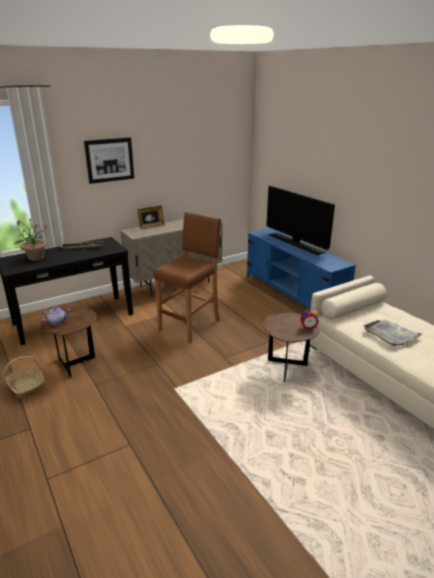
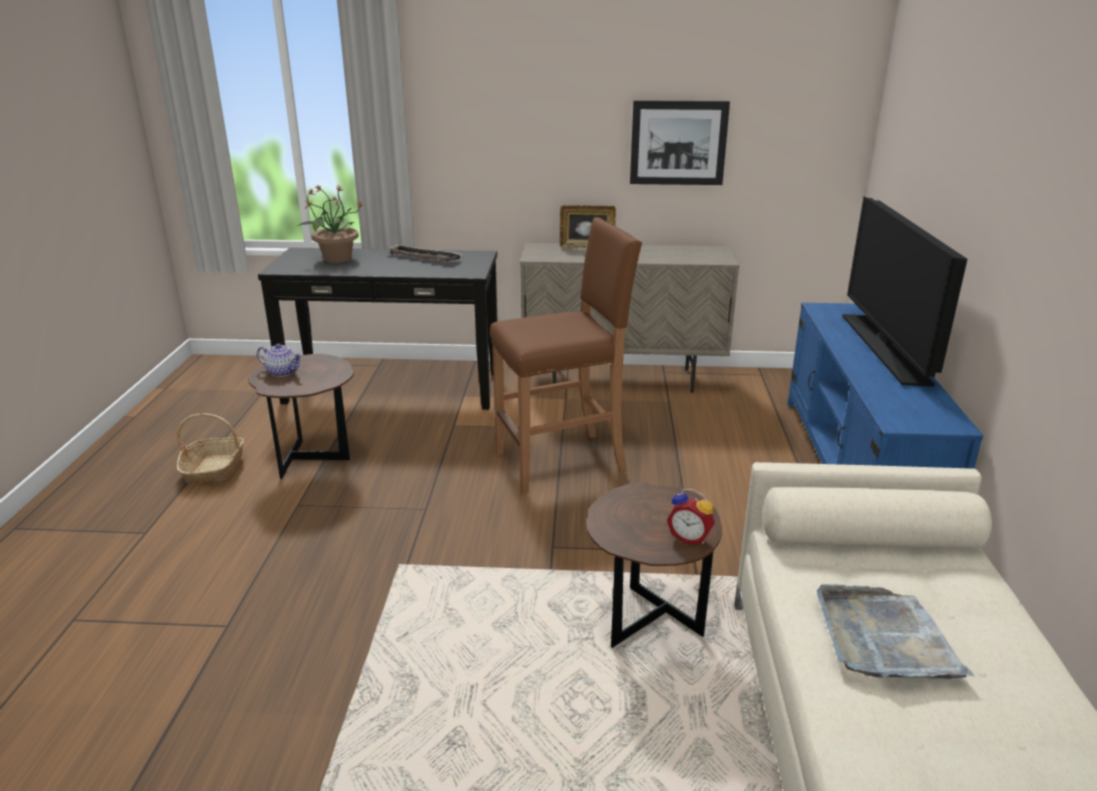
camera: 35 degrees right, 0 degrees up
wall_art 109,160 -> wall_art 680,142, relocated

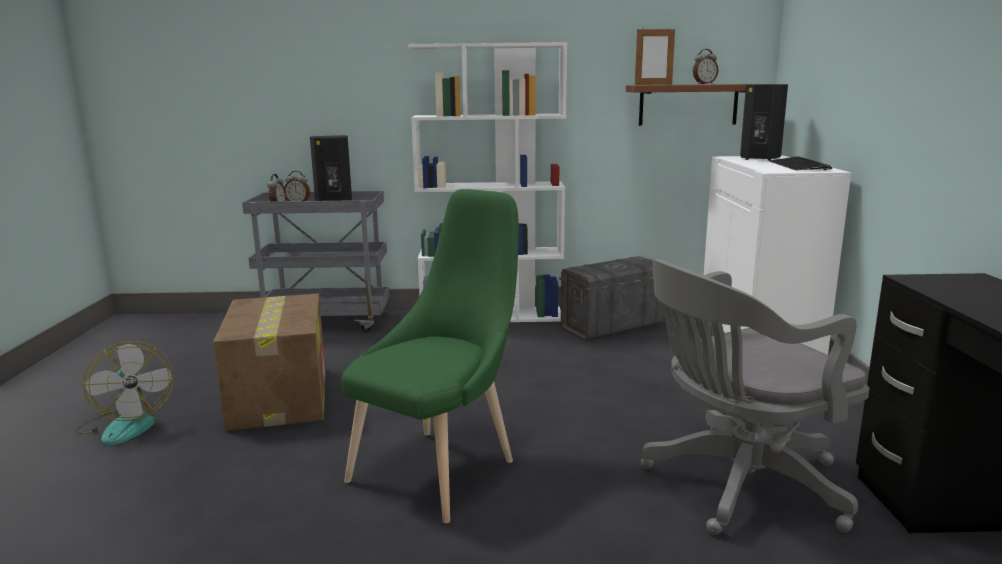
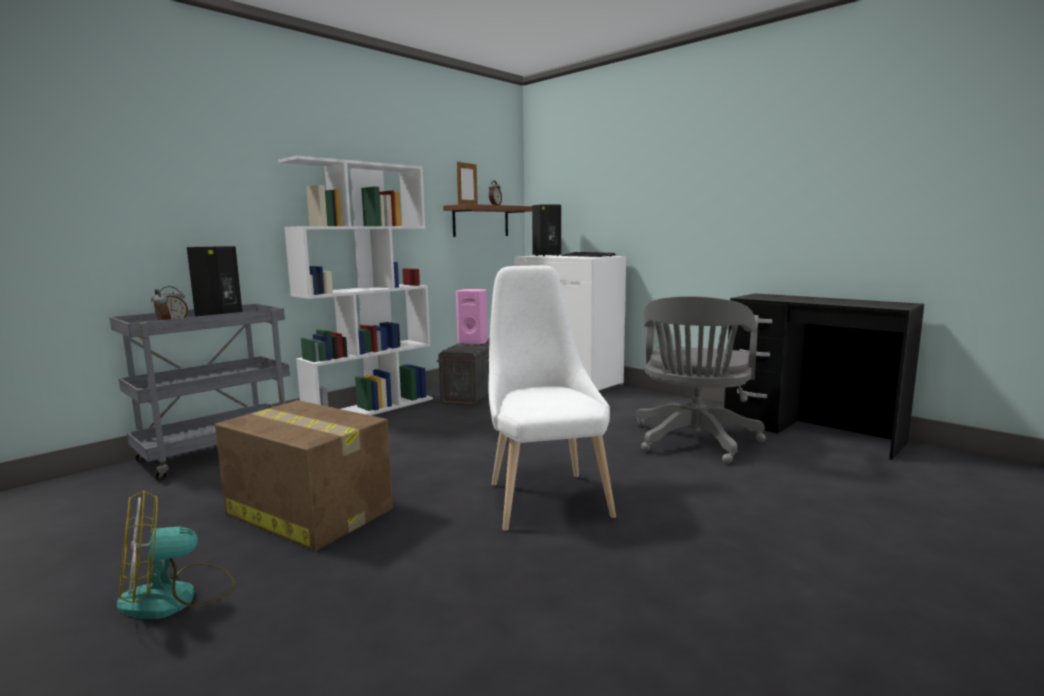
camera: 45 degrees left, 5 degrees down
green_chair 430,356 -> white_chair 552,398
electric_fan 124,393 -> electric_fan 176,554, 135 degrees clockwise
none -> pink_audio_speaker 472,317

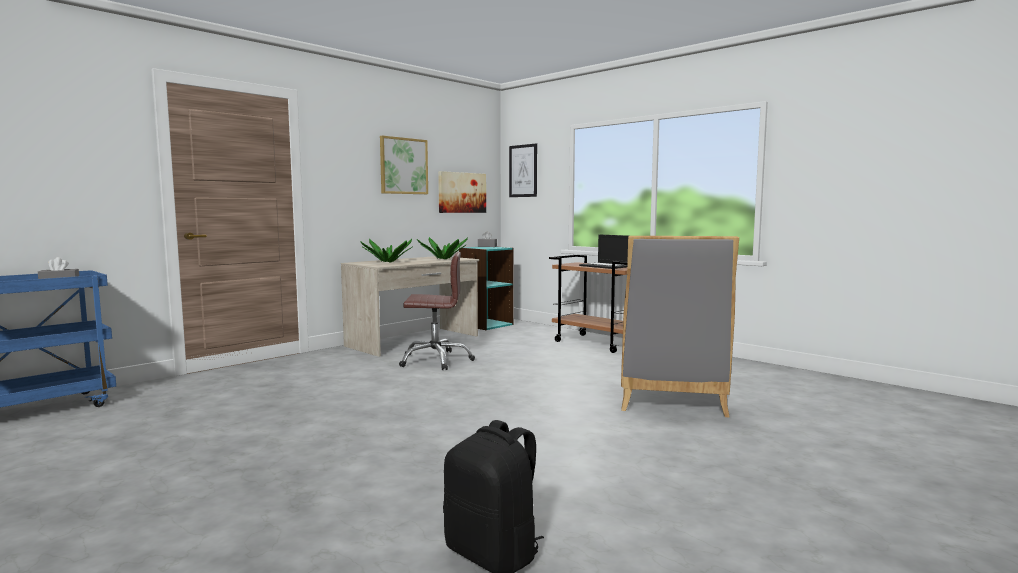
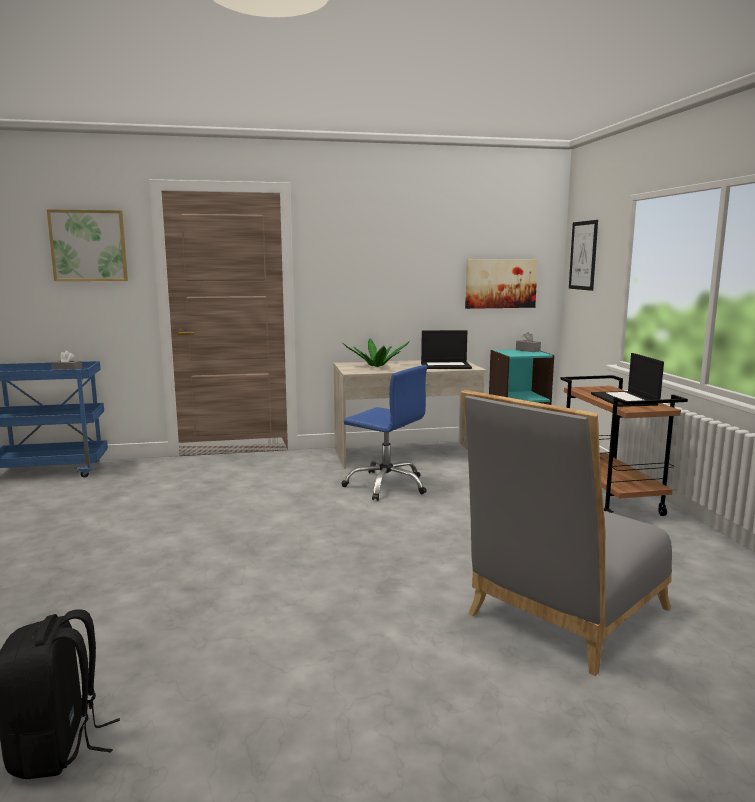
camera: 35 degrees right, 5 degrees up
wall_art 404,165 -> wall_art 87,245, relocated
potted_plant 442,248 -> laptop 446,349
brown-coloured_desk_chair 437,311 -> blue_desk_chair 384,433

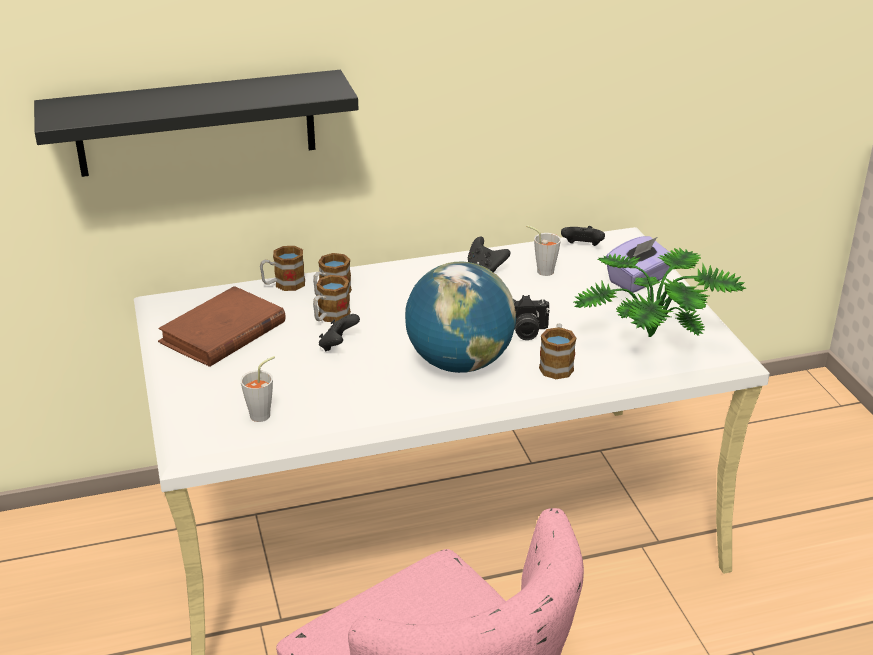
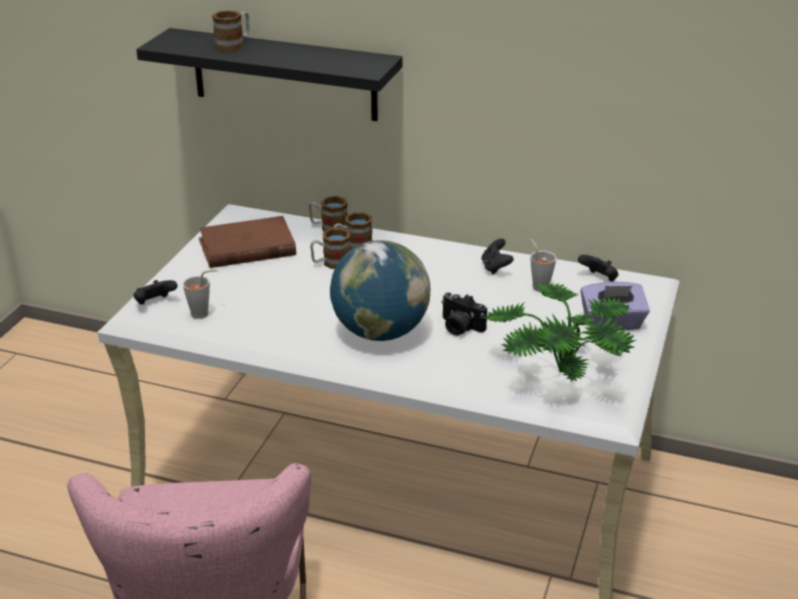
camera: 35 degrees right, 0 degrees up
black_gamepad 339,333 -> black_gamepad 156,292, relocated
tea_mug 557,351 -> tea_mug 230,30, relocated

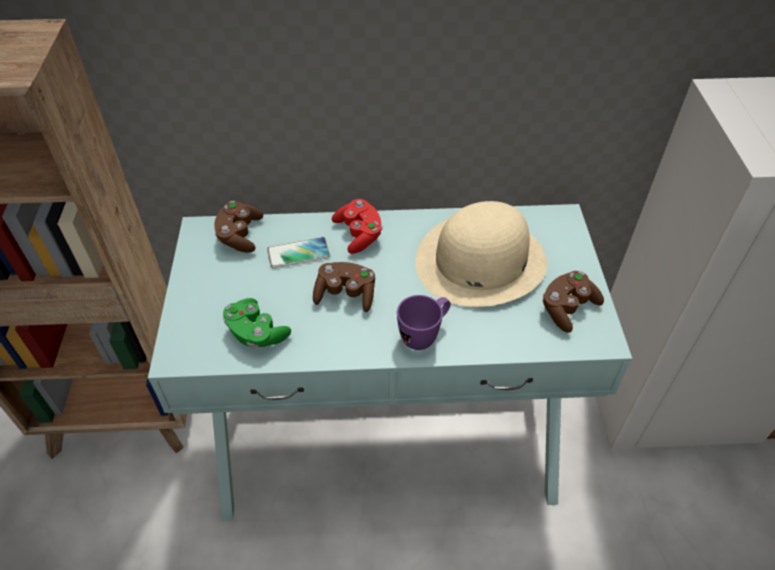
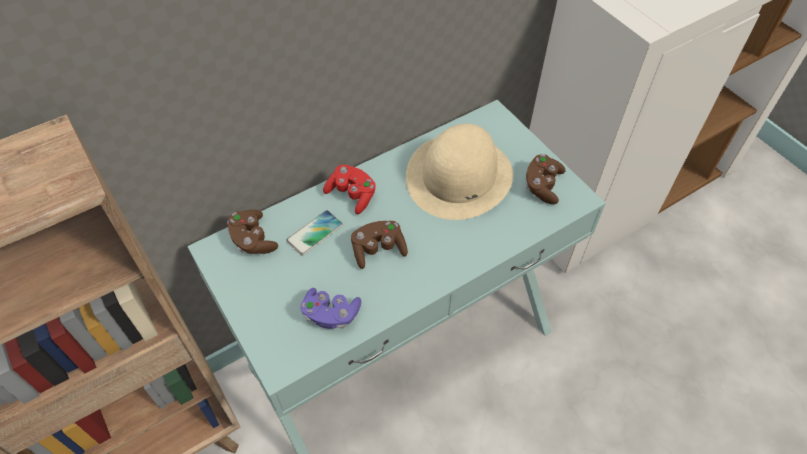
camera: 30 degrees left, 5 degrees up
purple_tea_mug 424,322 -> none
green_gamepad 257,323 -> purple_gamepad 330,308

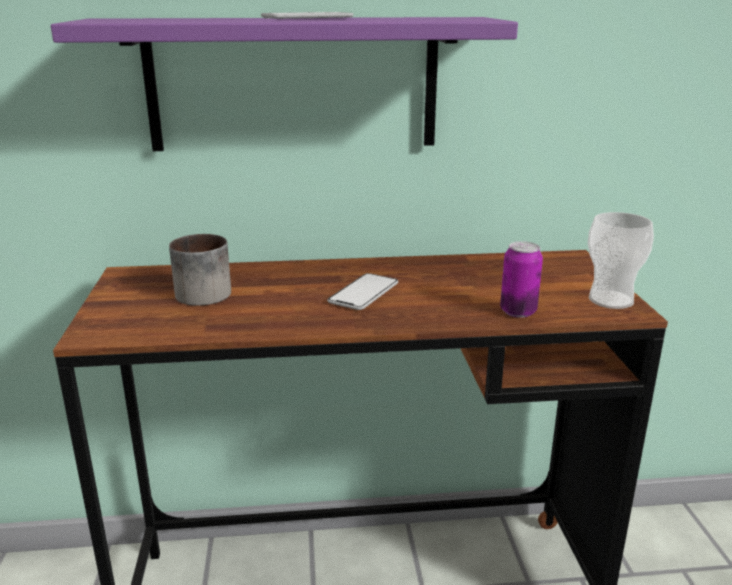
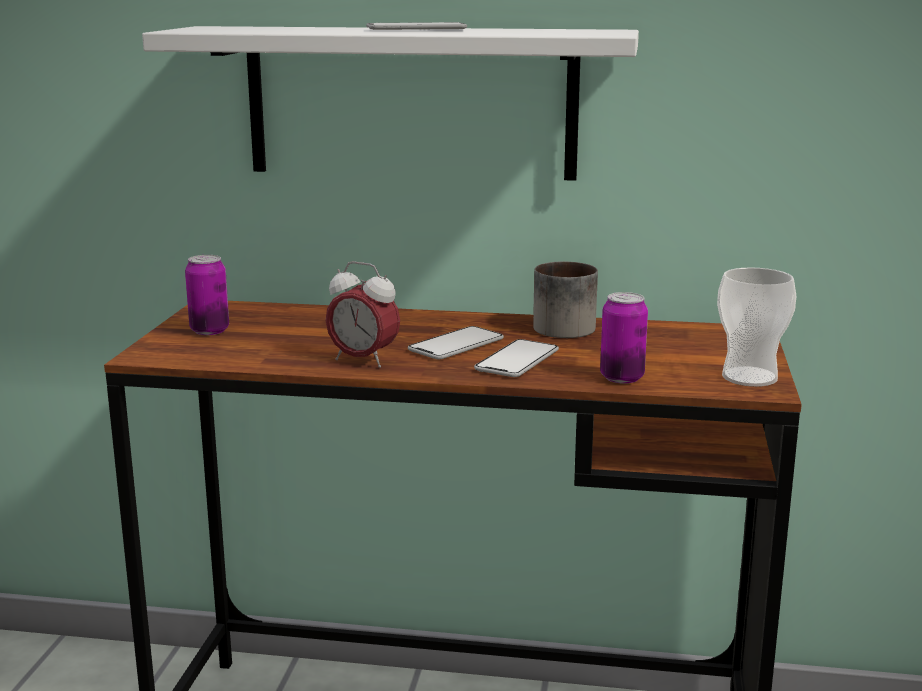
camera: 15 degrees right, 5 degrees down
purple_wall_shelf 284,84 -> white_wall_shelf 390,103
tea_mug 200,270 -> tea_mug 565,300, relocated
none -> can 207,295
none -> bedside_clock 362,314
none -> handset 516,358

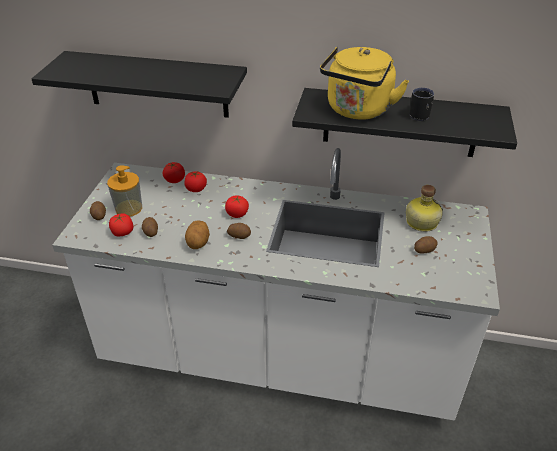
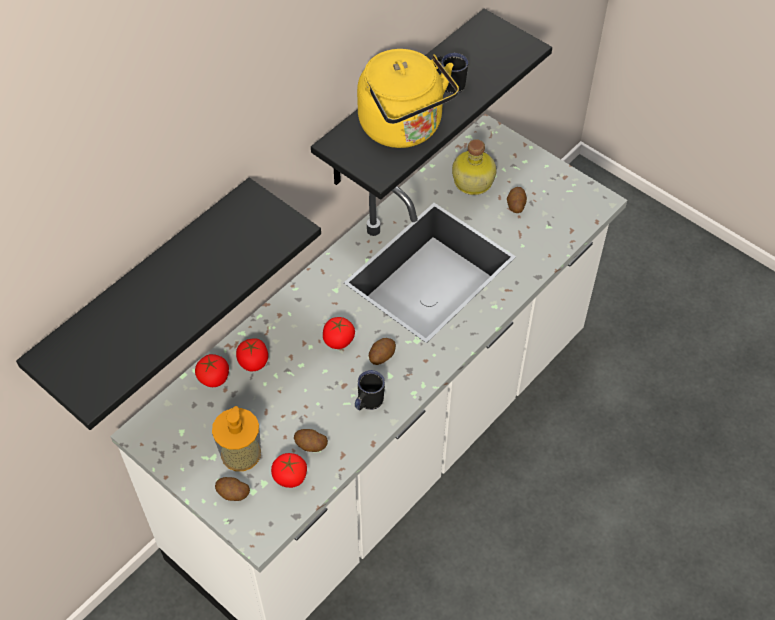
camera: 60 degrees left, 15 degrees up
potato 197,234 -> black_tea_mug 370,390

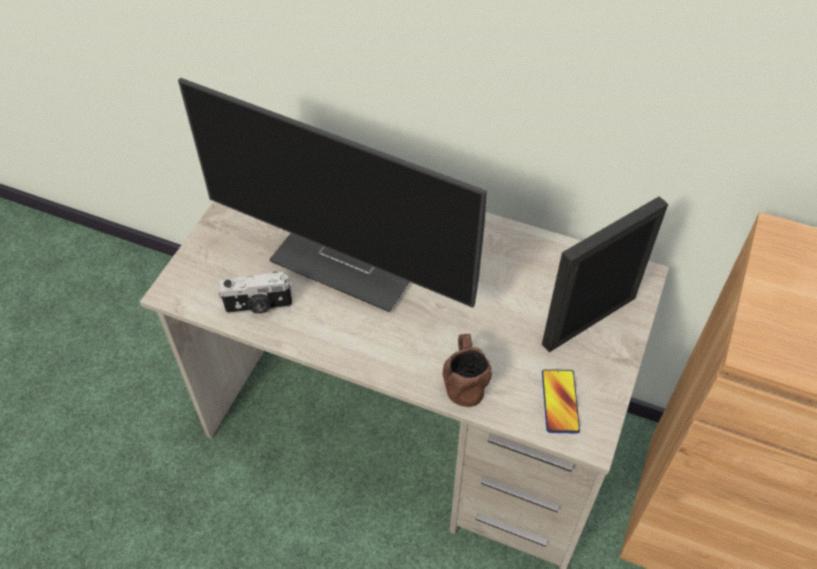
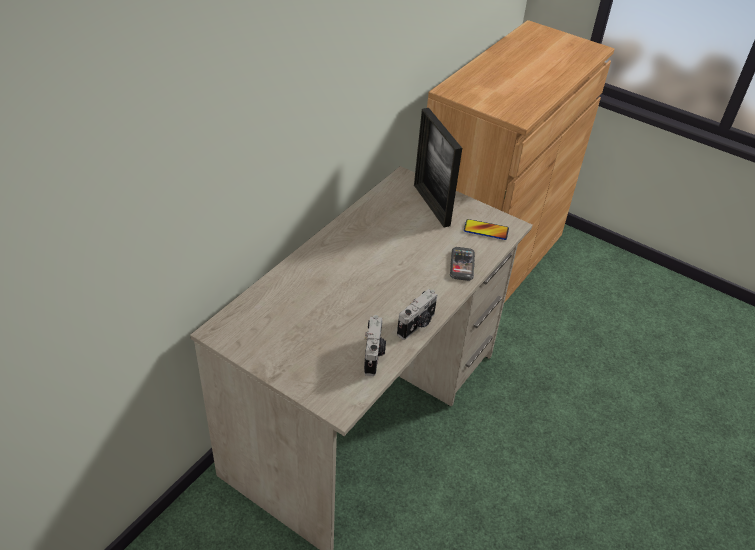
camera: 80 degrees left, 10 degrees down
monitor 332,195 -> none
brown-coloured_tea_mug 467,370 -> handset 462,264
none -> still_camera 417,314

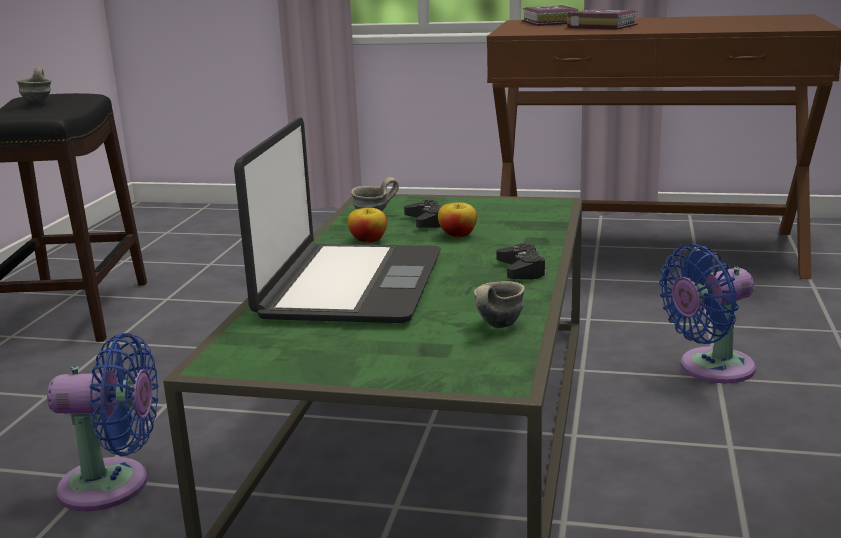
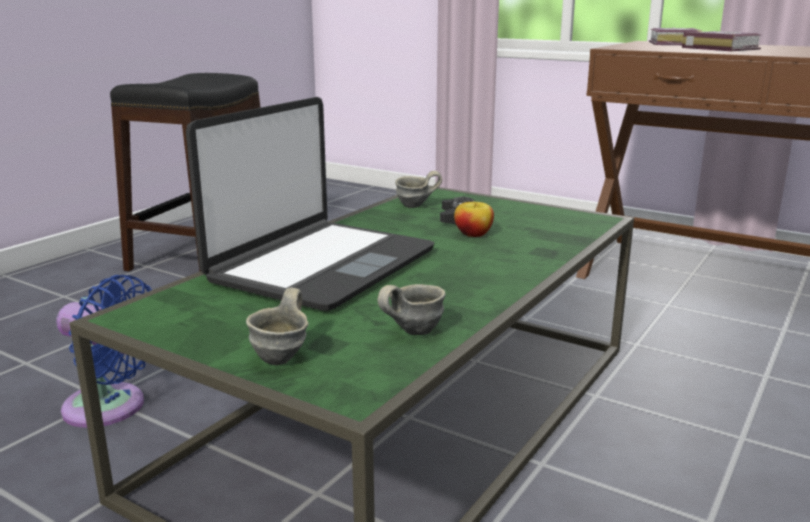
camera: 20 degrees right, 0 degrees up
greyish_tea_mug 34,86 -> greyish_tea_mug 277,326, relocated
apple_fruit 367,225 -> none
black_gamepad 521,261 -> none
blue_electric_fan 707,313 -> none

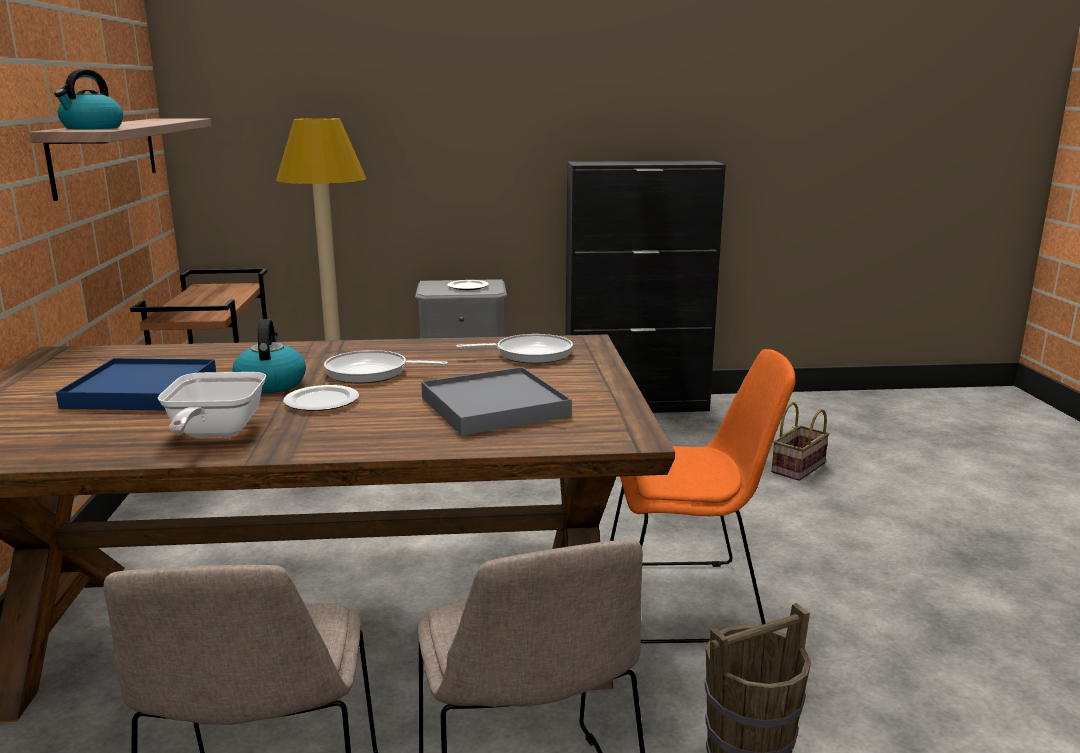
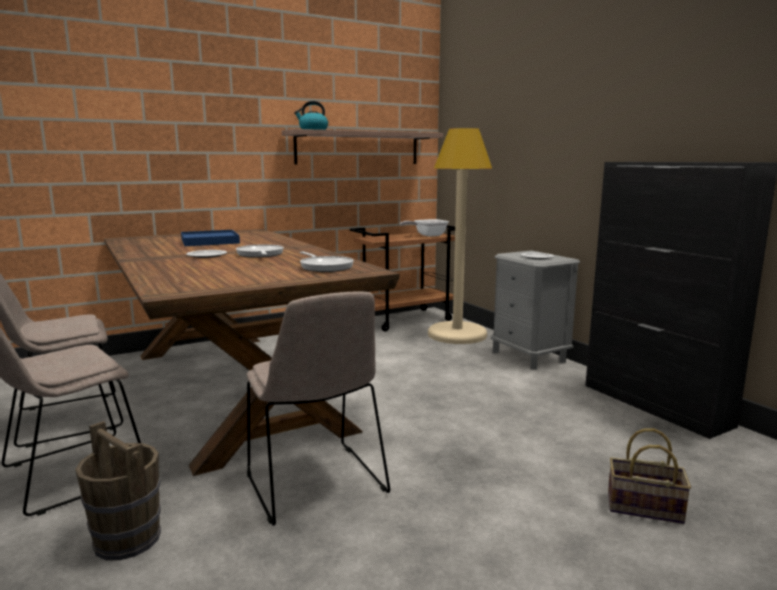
camera: 65 degrees right, 5 degrees down
water_kettle 269,356 -> none
orangey_chair 702,496 -> sand-coloured_chair 318,408
greyish_serving_tray 496,401 -> none
skillet 212,404 -> skillet 424,228, relocated

